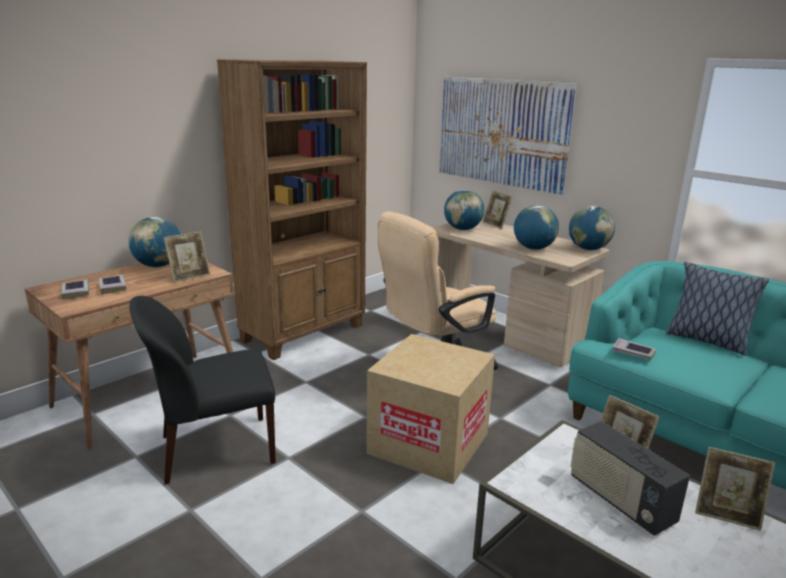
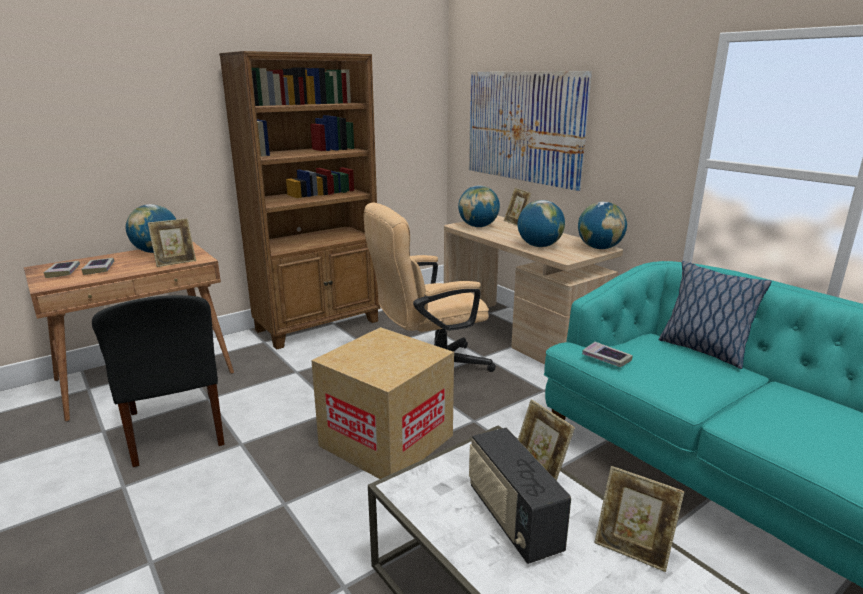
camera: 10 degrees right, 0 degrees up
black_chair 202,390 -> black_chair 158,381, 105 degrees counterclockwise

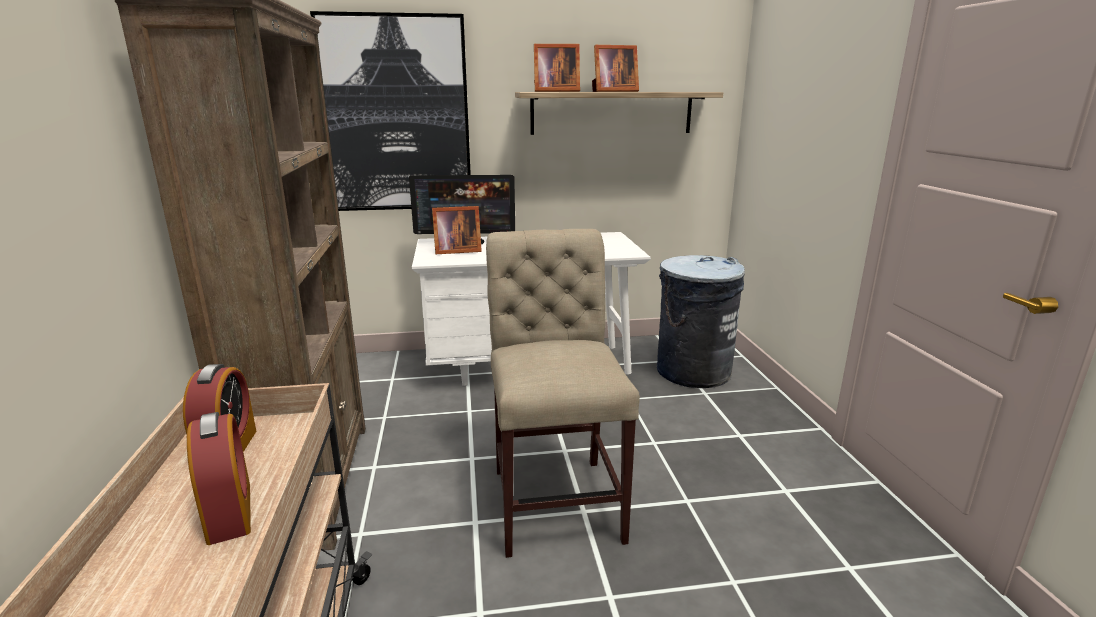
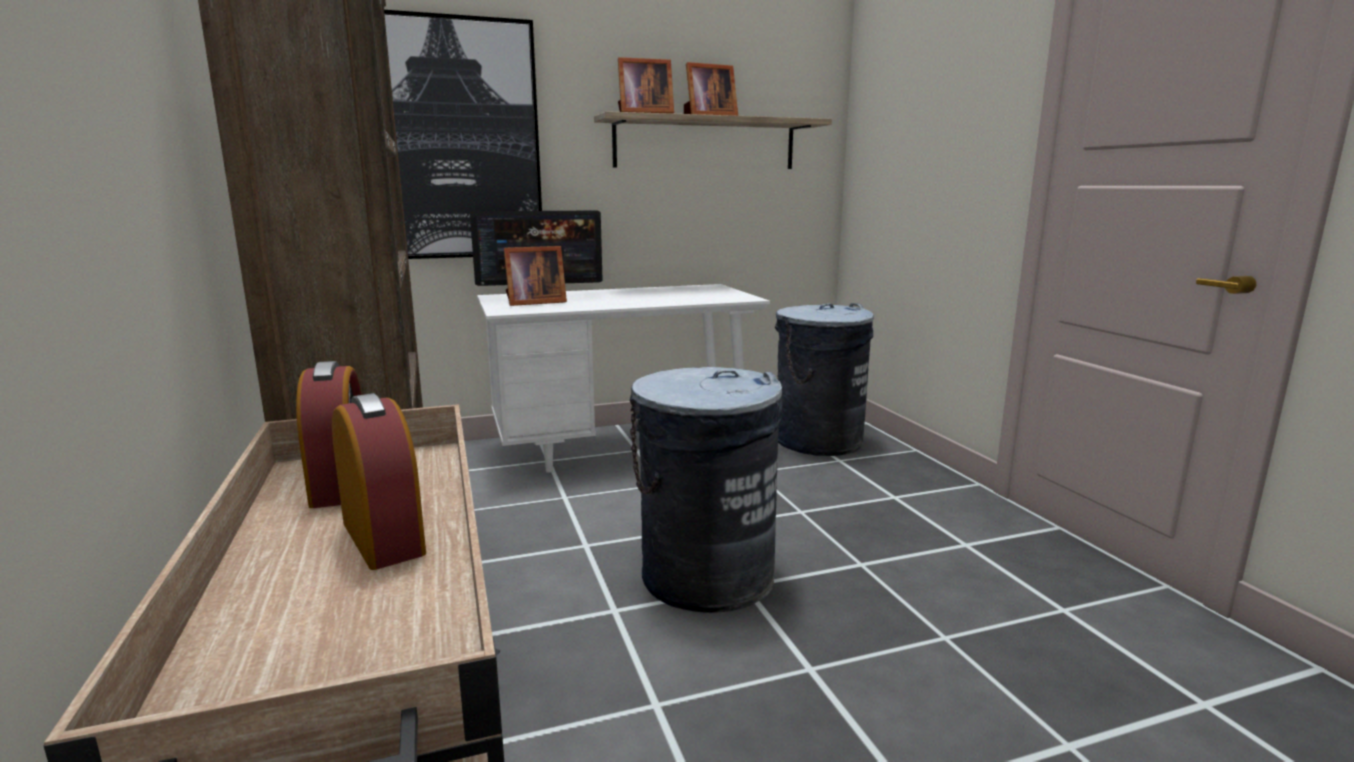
camera: 10 degrees left, 5 degrees down
sand-coloured_chair 563,393 -> greyish_waste_bin 706,490

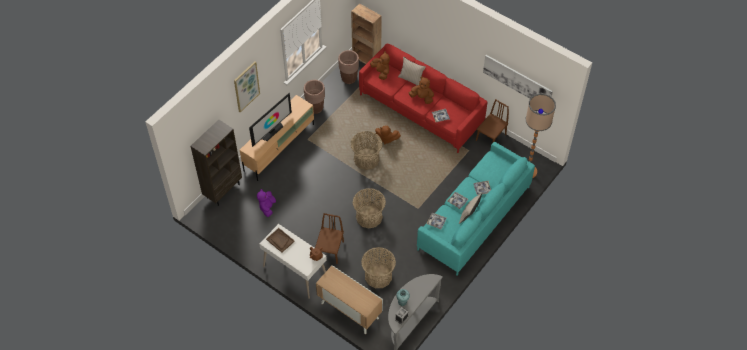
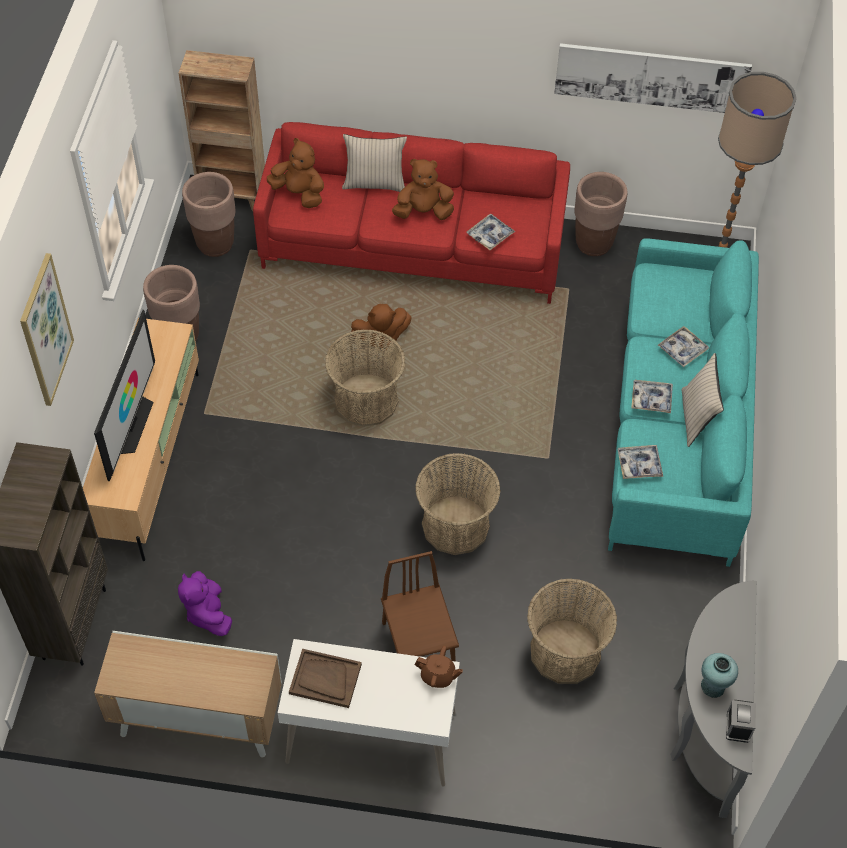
camera: 30 degrees left, 0 degrees up
brown-coloured_chair 492,120 -> brown-coloured_planter 601,214
cupboard 349,299 -> cupboard 188,694, relocated

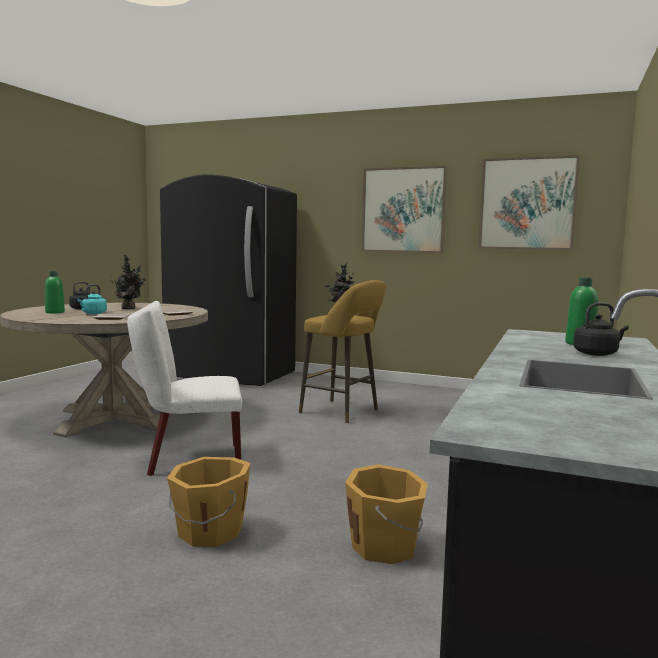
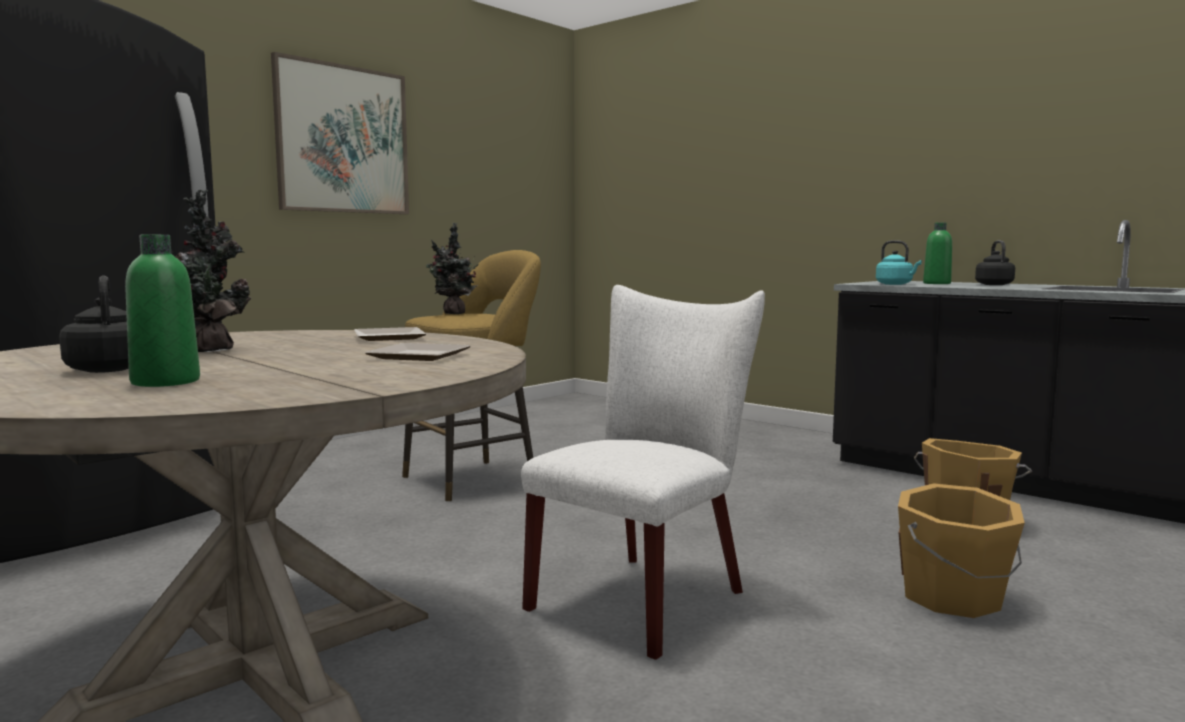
camera: 70 degrees left, 0 degrees up
wall_art 529,202 -> none
turquoise-coloured_water_kettle 92,299 -> turquoise-coloured_water_kettle 899,262, relocated
white_chair 184,388 -> white_chair 643,472, 150 degrees counterclockwise

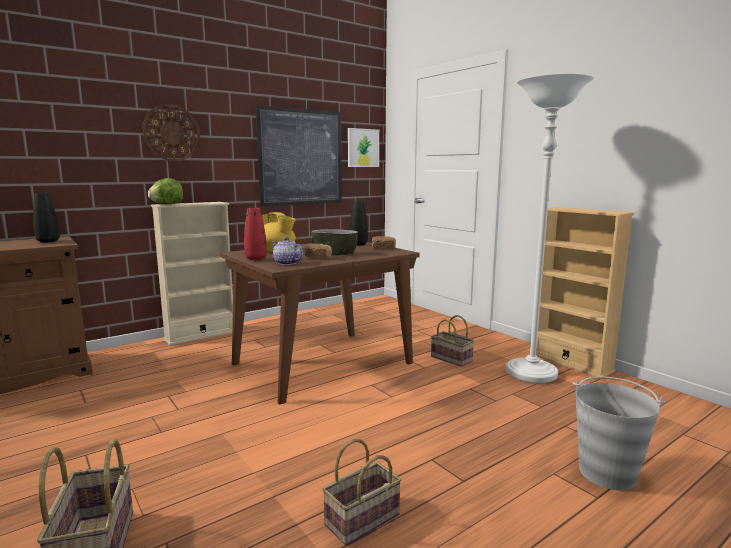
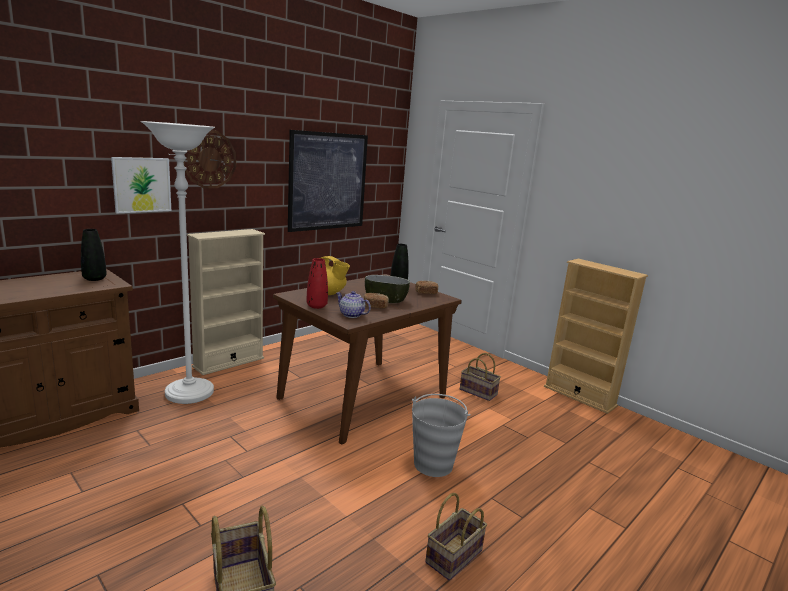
camera: 10 degrees left, 5 degrees up
white_standing_lamp 550,228 -> white_standing_lamp 178,262, relocated
wall_art 363,147 -> wall_art 141,185, relocated
lettuce_head 165,191 -> none
greyish_water_bucket 619,433 -> greyish_water_bucket 441,435, relocated

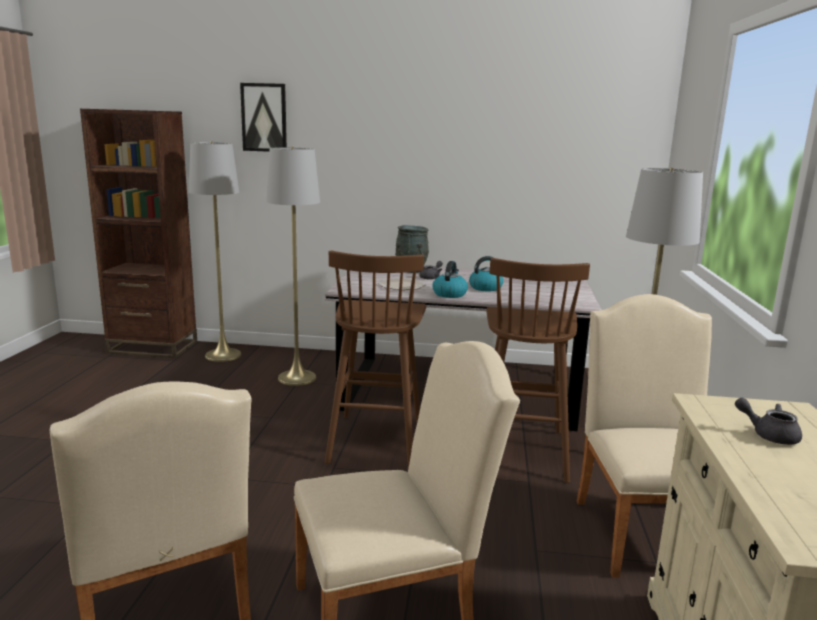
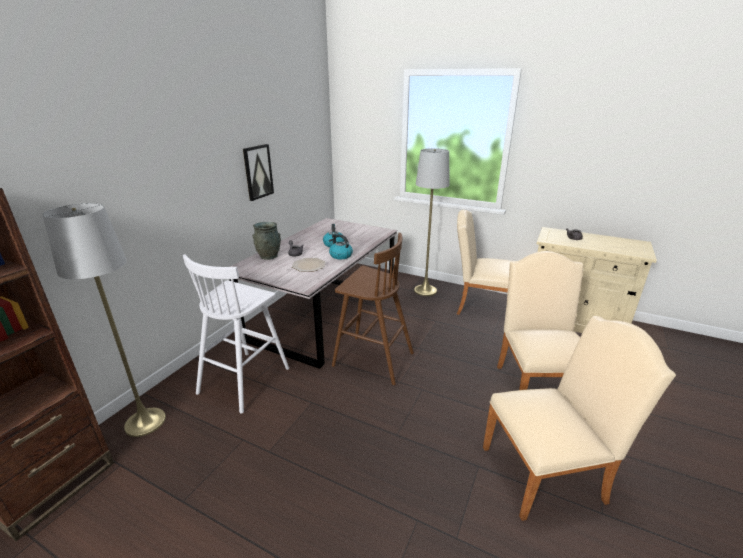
camera: 70 degrees left, 10 degrees up
wall_art 263,117 -> wall_art 258,172, relocated
greyish_standing_lamp 293,266 -> white_stool 236,334
brown-coloured_stool 538,370 -> none

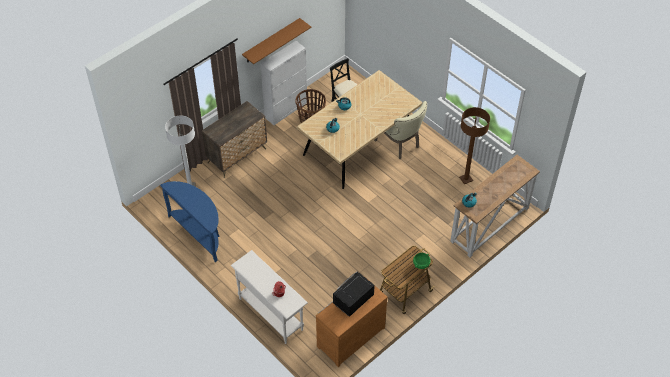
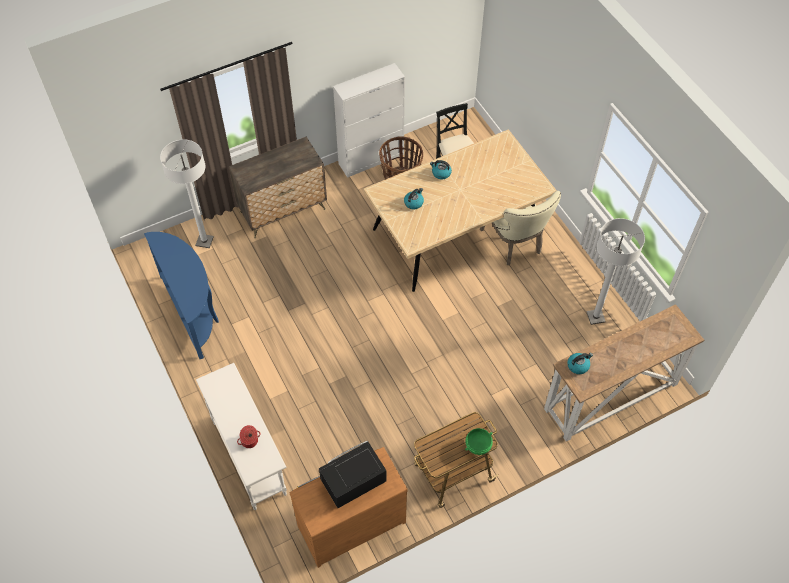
camera: 15 degrees right, 5 degrees up
brown-coloured_wall_shelf 276,41 -> none
brown-coloured_standing_lamp 474,145 -> white_standing_lamp 616,271

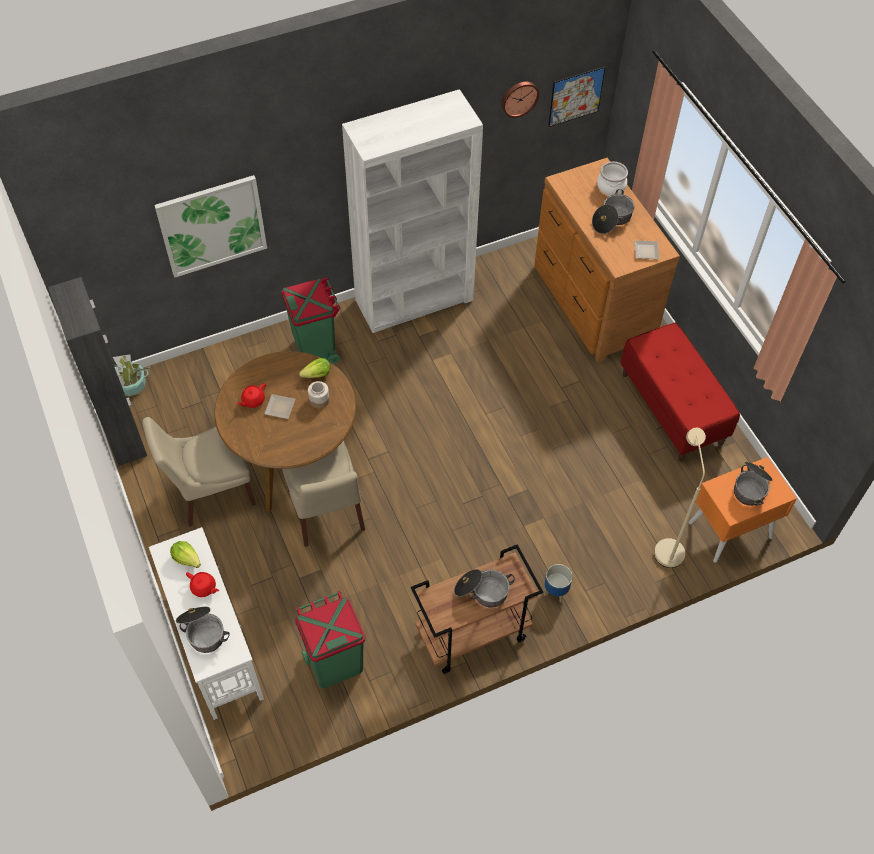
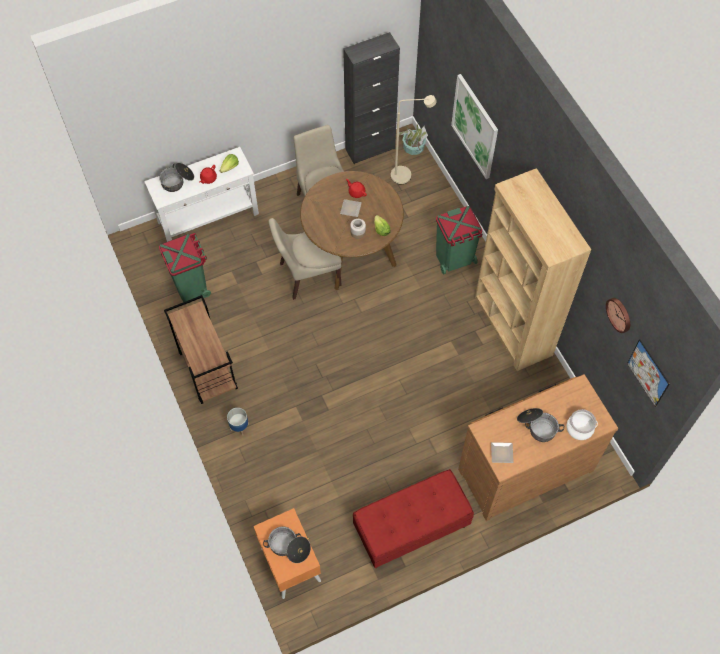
camera: 90 degrees right, 5 degrees up
white_bookshelf 412,211 -> brown-coloured_bookshelf 533,269
sand-coloured_standing_lamp 680,498 -> sand-coloured_standing_lamp 414,139, relocated
cooking_pot 484,588 -> none

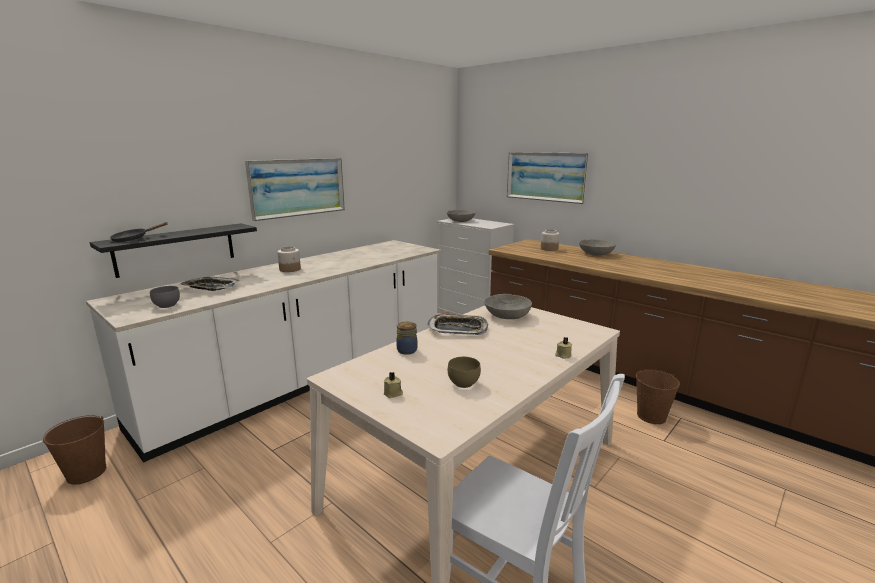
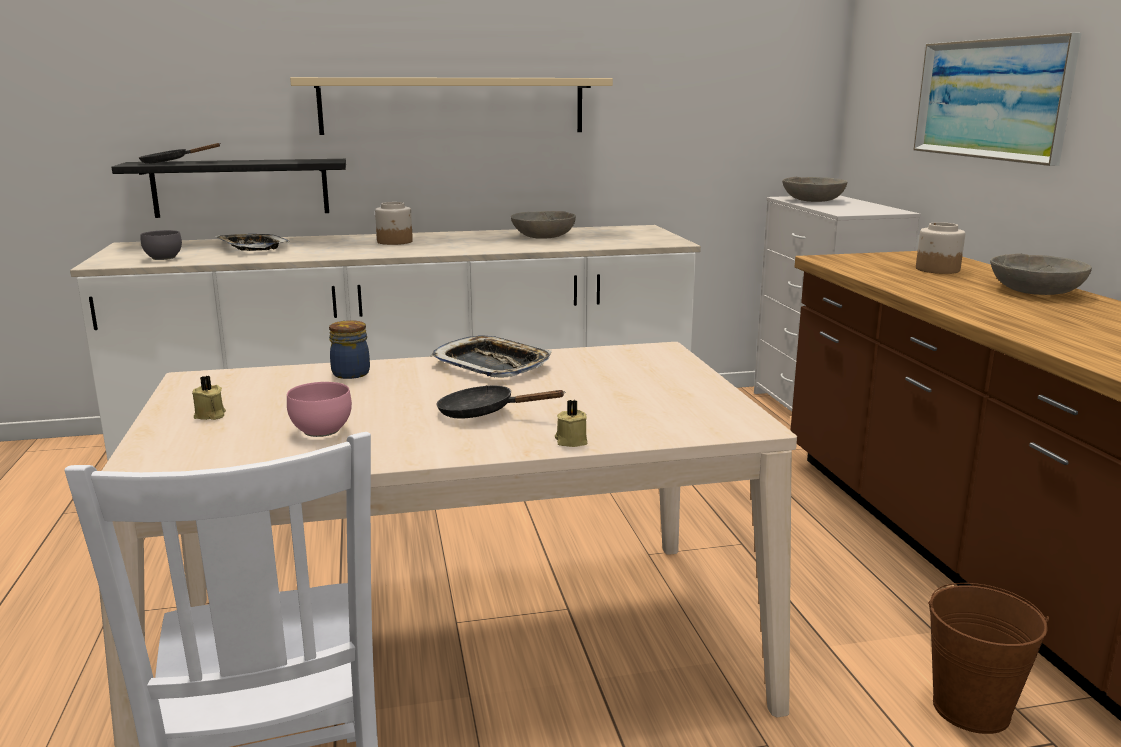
camera: 35 degrees right, 0 degrees up
wall_art 295,189 -> sand-coloured_wall_shelf 451,106
greyish_deep_dish 508,306 -> greyish_deep_dish 543,225, relocated
brown-coloured_deep_dish 464,372 -> pink_deep_dish 319,409
brown-coloured_water_bucket 74,450 -> none
none -> black_skillet 500,402

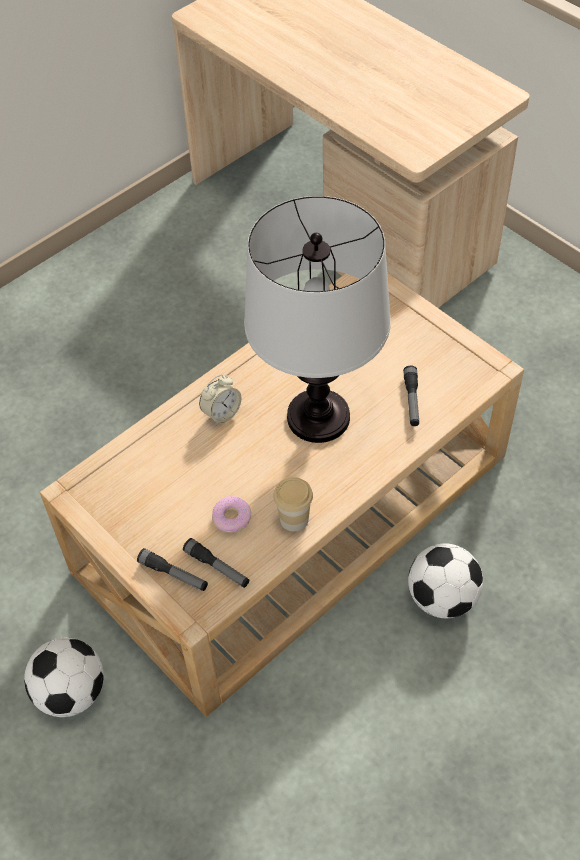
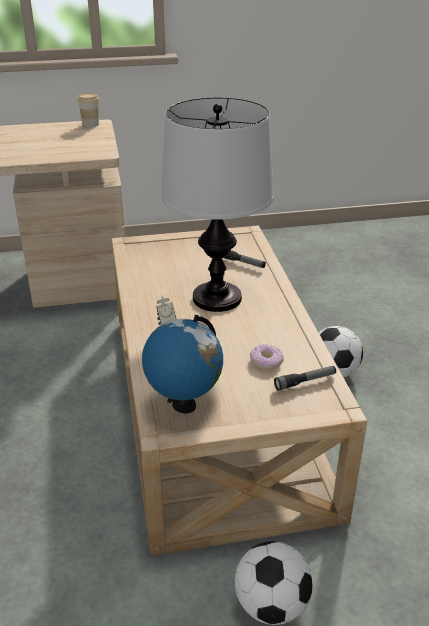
camera: 60 degrees left, 20 degrees down
small_cup 293,504 -> small_cup 88,110, relocated
torch 172,569 -> none
none -> world_globe 182,364

